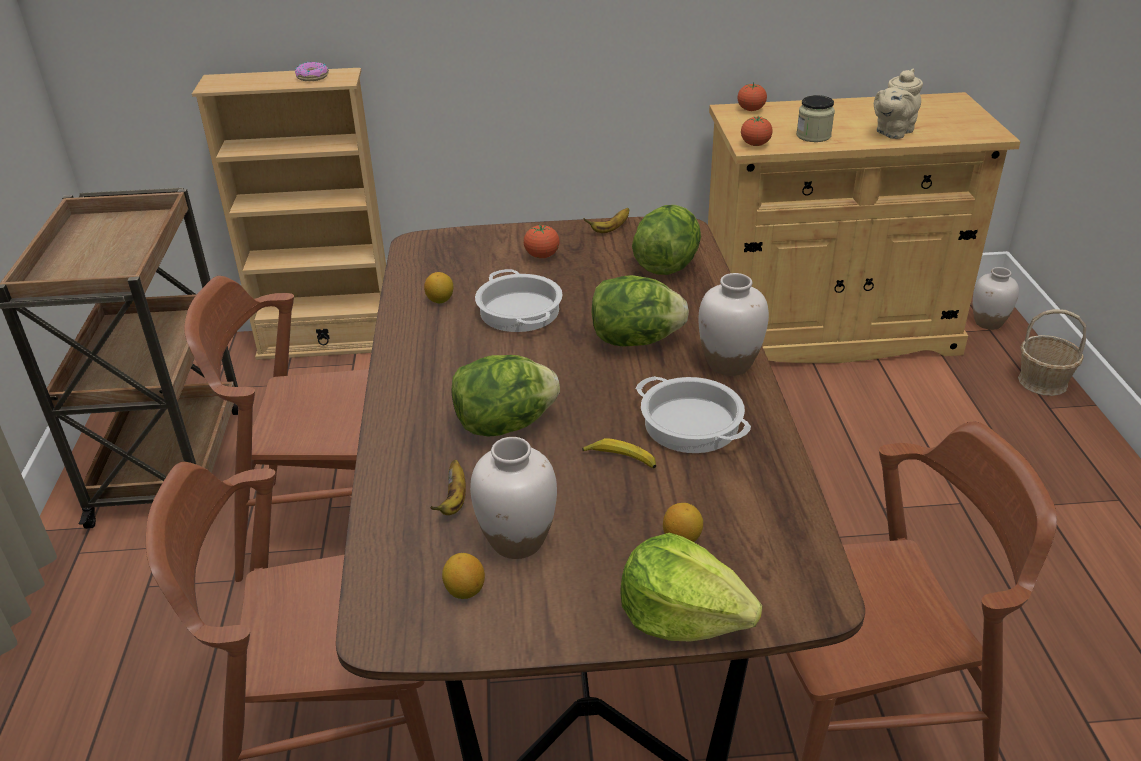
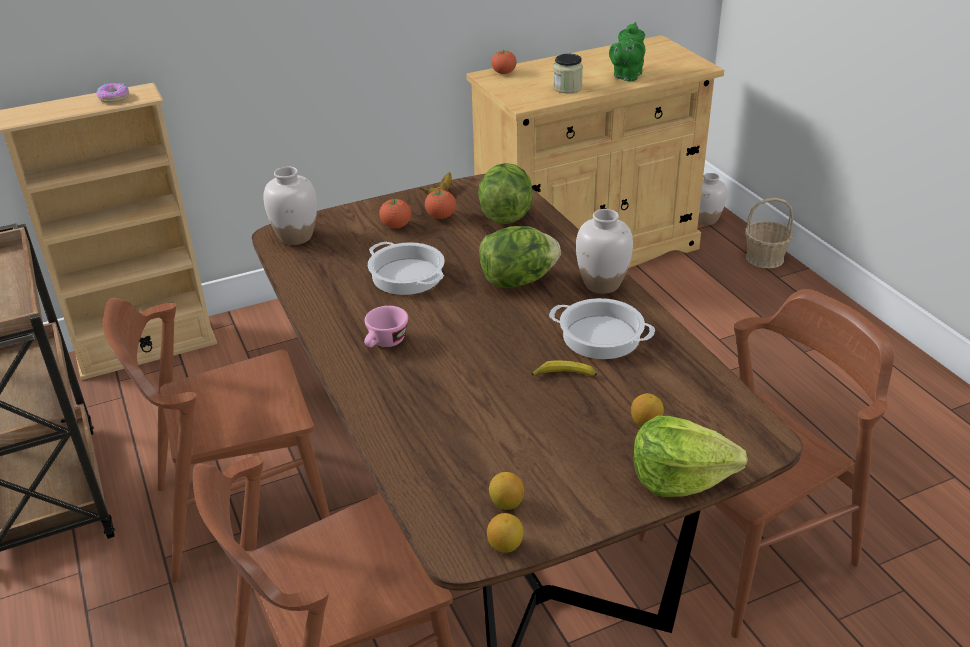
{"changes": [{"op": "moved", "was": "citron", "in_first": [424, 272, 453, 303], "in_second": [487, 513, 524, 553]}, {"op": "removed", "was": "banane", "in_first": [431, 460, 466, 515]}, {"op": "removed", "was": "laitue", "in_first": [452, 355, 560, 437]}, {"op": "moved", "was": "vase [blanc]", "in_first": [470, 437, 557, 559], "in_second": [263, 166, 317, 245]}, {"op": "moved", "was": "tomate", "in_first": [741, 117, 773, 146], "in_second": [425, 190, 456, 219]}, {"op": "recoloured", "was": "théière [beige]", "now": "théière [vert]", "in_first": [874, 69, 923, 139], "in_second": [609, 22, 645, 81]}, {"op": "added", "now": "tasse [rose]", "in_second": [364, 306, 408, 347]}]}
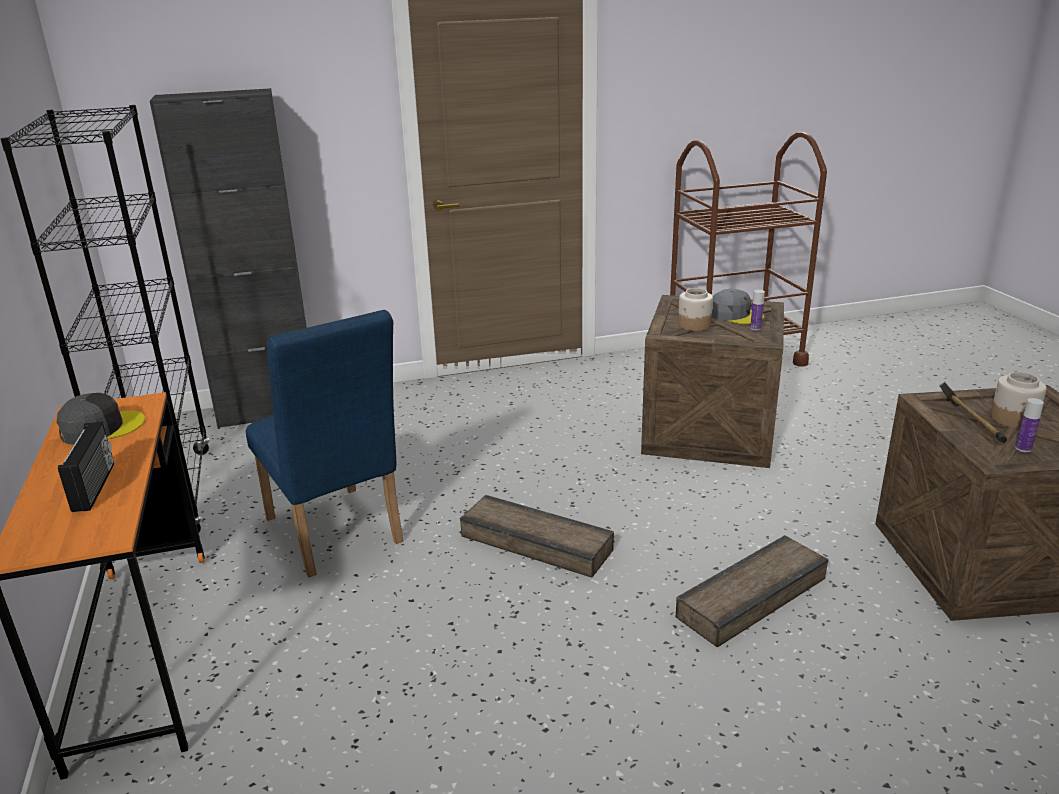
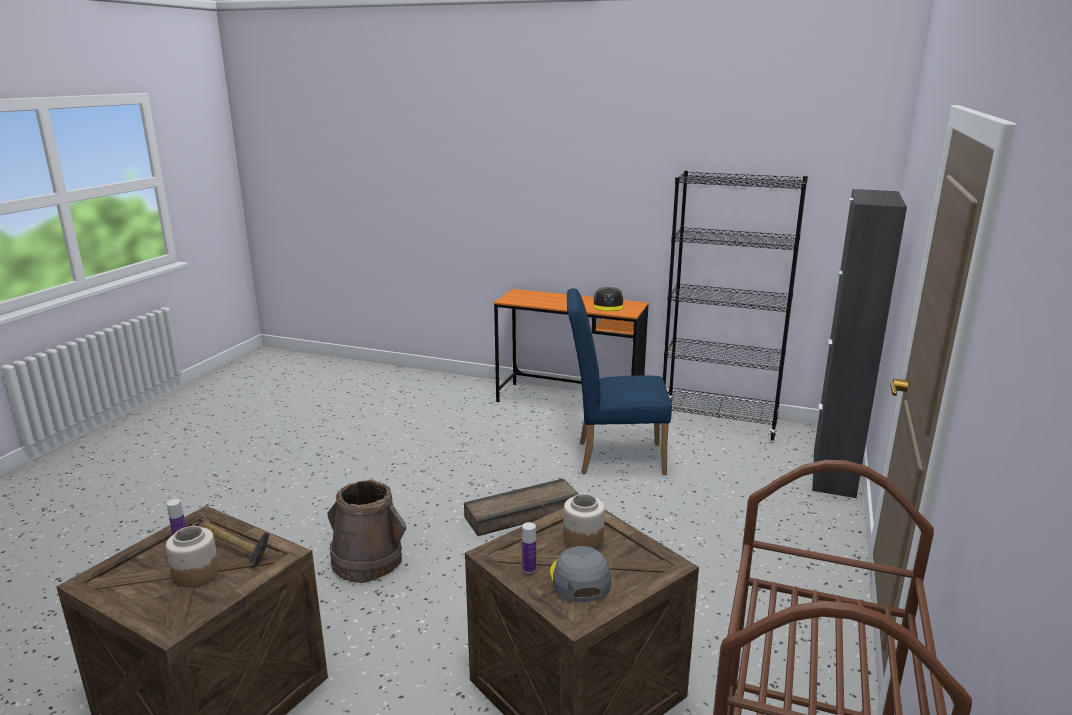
{"changes": [{"op": "removed", "was": "radio", "in_first": [58, 421, 114, 512]}, {"op": "replaced", "was": "caisse", "now": "seau [marron]", "in_first": [676, 535, 829, 647], "in_second": [328, 480, 406, 583]}, {"op": "turned", "was": "casquette [gris]", "in_first": [712, 289, 765, 324], "in_second": [550, 546, 611, 602], "clockwise": 105}]}
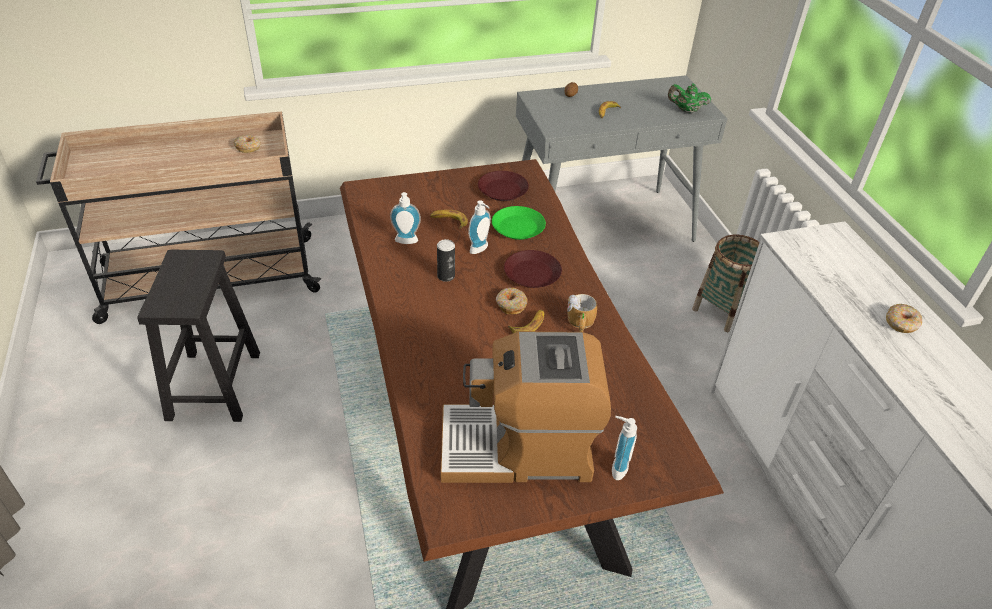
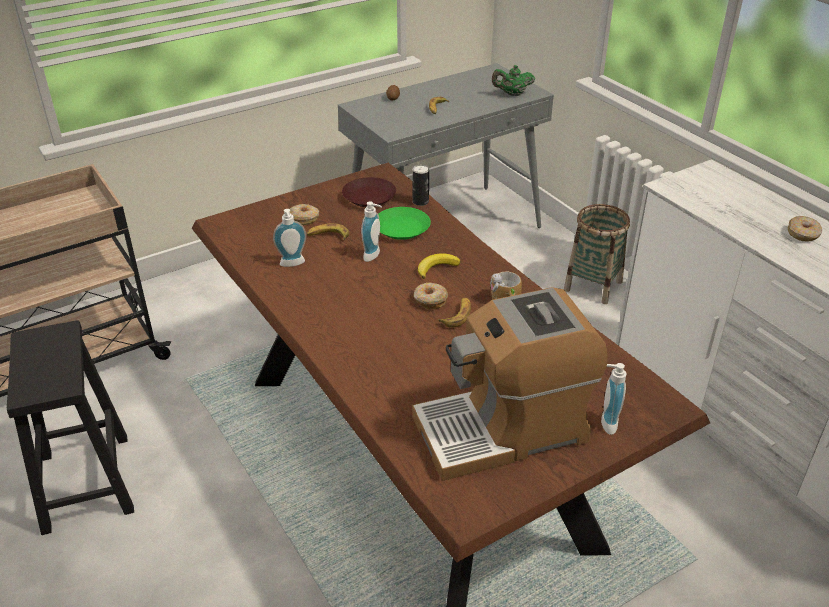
{"changes": [{"op": "moved", "was": "beignet", "in_first": [234, 135, 261, 153], "in_second": [290, 204, 319, 225]}, {"op": "moved", "was": "boîte métallique", "in_first": [437, 239, 455, 282], "in_second": [413, 165, 429, 206]}, {"op": "replaced", "was": "assiette [marron]", "now": "banane", "in_first": [504, 250, 562, 288], "in_second": [418, 253, 460, 279]}]}
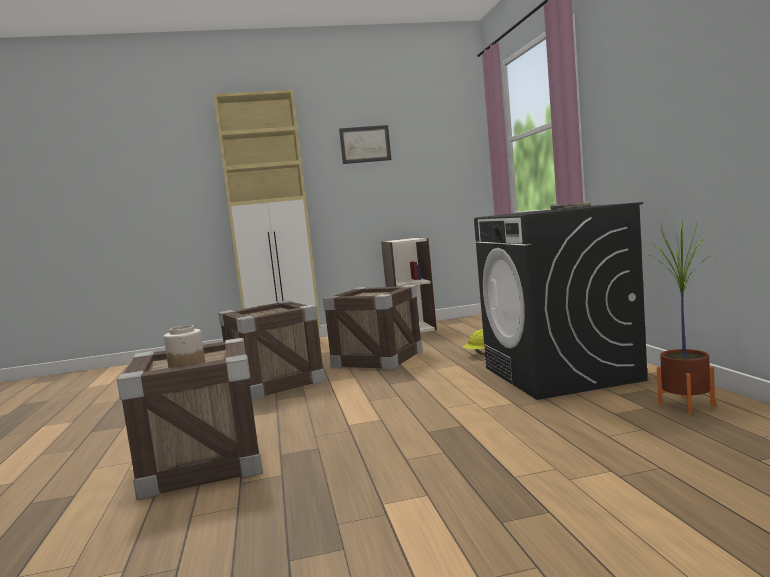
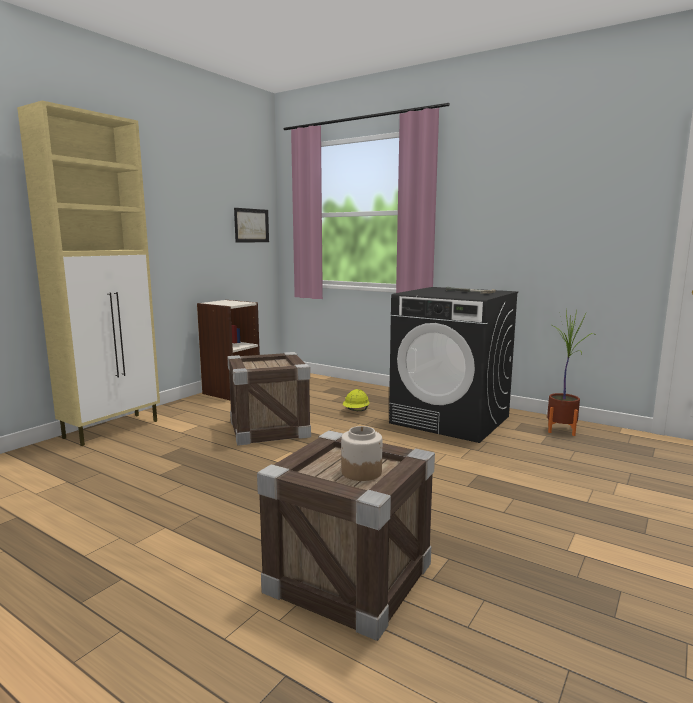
{"changes": [{"op": "removed", "was": "caisse", "in_first": [218, 300, 325, 400]}, {"op": "moved", "was": "tableau", "in_first": [339, 125, 391, 164], "in_second": [234, 208, 269, 242]}]}
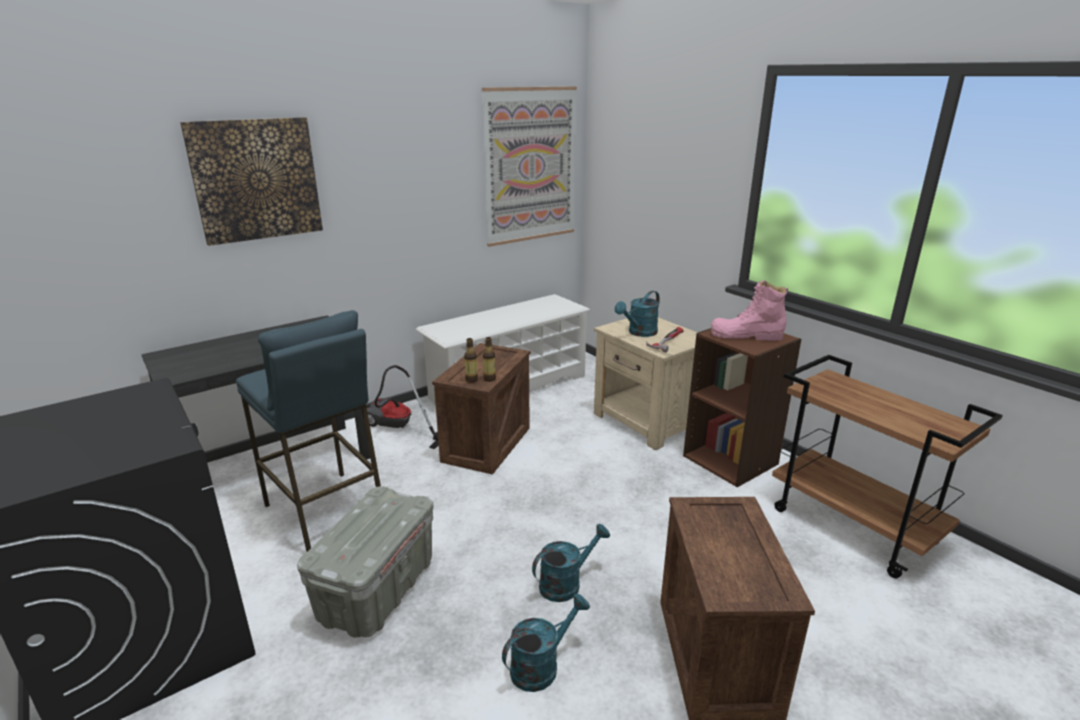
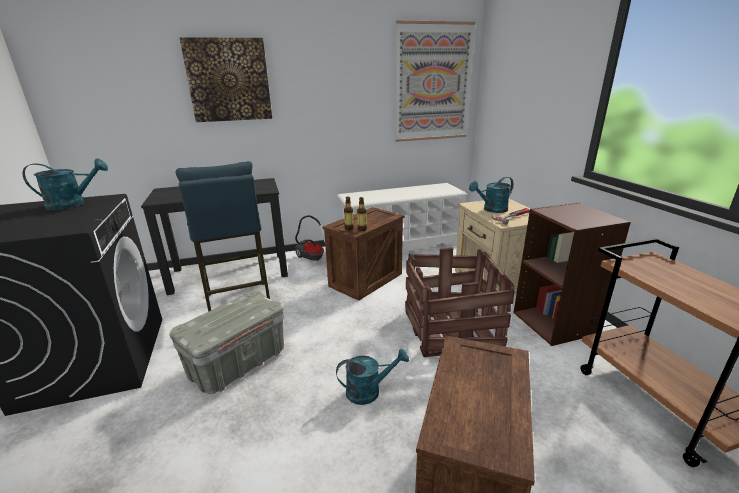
{"changes": [{"op": "moved", "was": "arrosoir [turquoise]", "in_first": [502, 593, 590, 692], "in_second": [22, 158, 108, 210]}, {"op": "removed", "was": "botte [rose]", "in_first": [711, 281, 788, 341]}, {"op": "added", "now": "caisse", "in_second": [405, 248, 515, 357]}]}
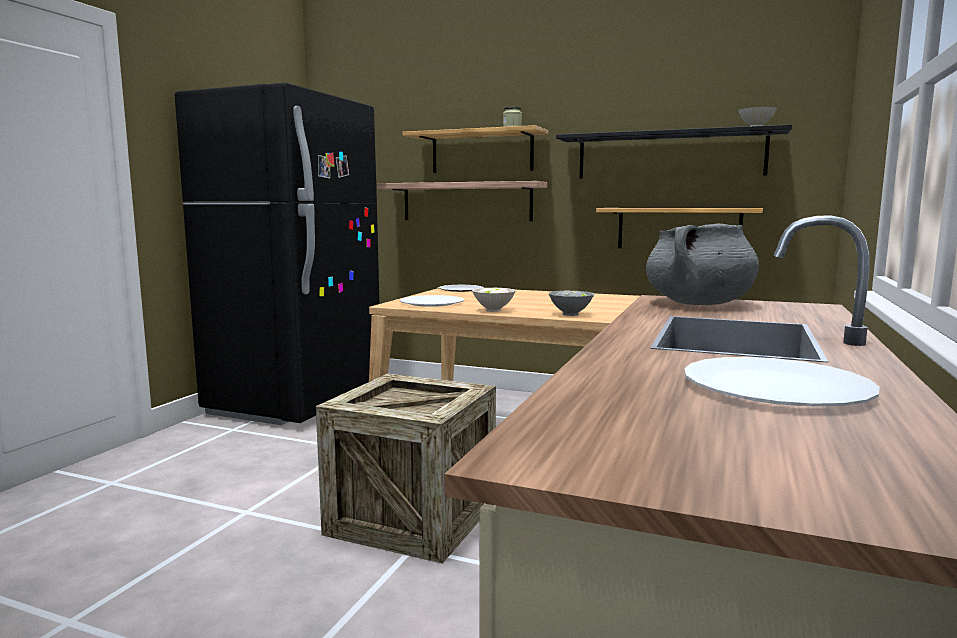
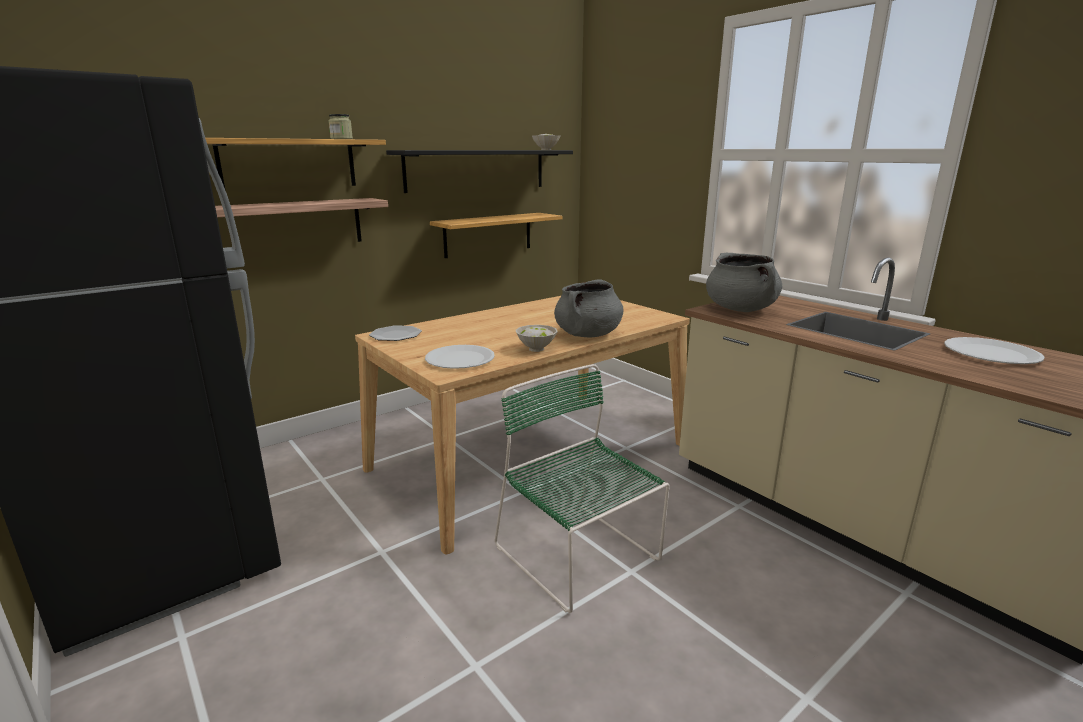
{"changes": [{"op": "replaced", "was": "caisse", "now": "chaise [vert]", "in_first": [316, 374, 496, 564], "in_second": [494, 364, 670, 613]}, {"op": "replaced", "was": "bol [gris]", "now": "marmite [gris]", "in_first": [549, 291, 594, 316], "in_second": [554, 279, 623, 338]}]}
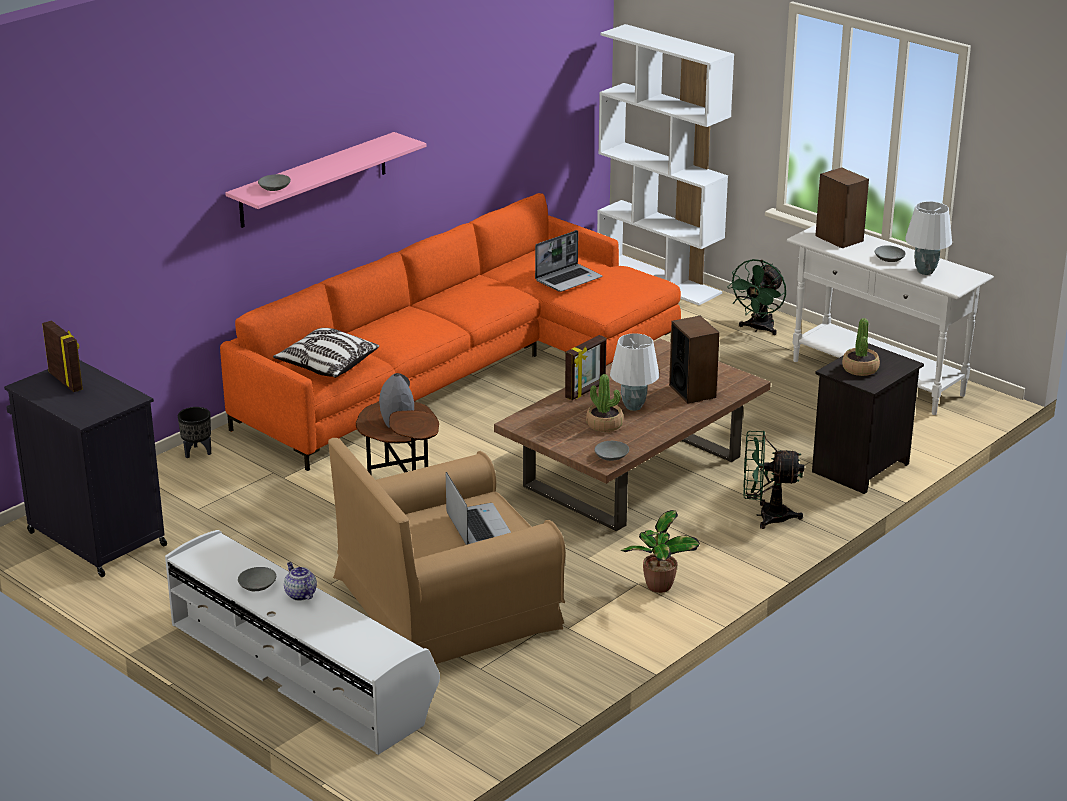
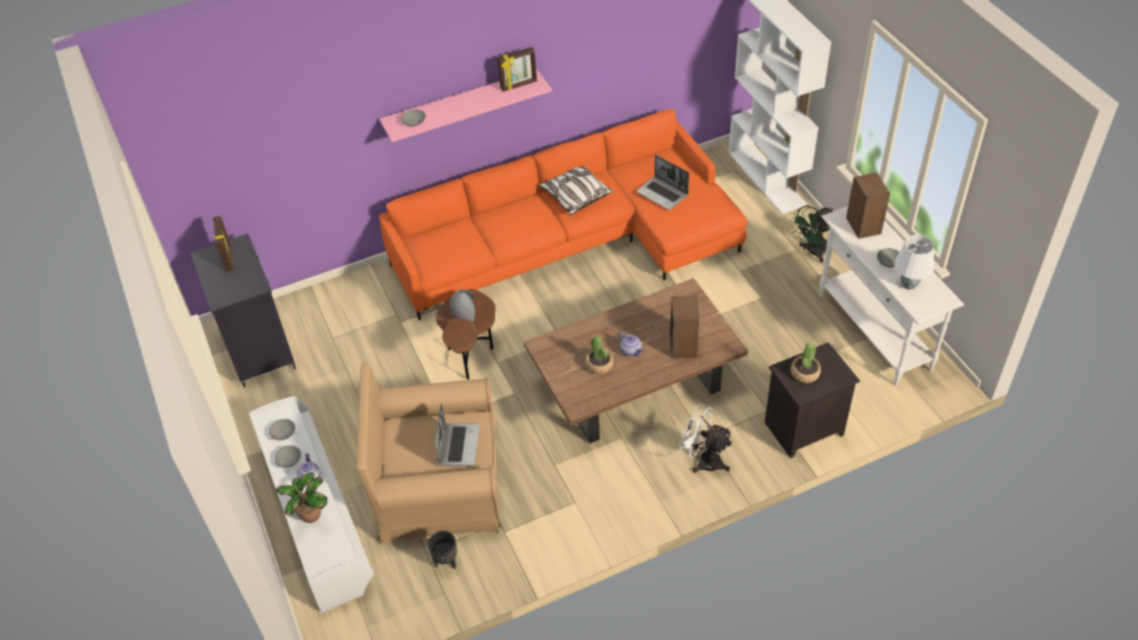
{"changes": [{"op": "moved", "was": "cache-pot [noir]", "in_first": [178, 407, 211, 458], "in_second": [428, 531, 457, 569]}, {"op": "moved", "was": "coussin", "in_first": [273, 328, 379, 378], "in_second": [539, 166, 613, 215]}, {"op": "turned", "was": "ordinateur portable", "in_first": [535, 230, 602, 292], "in_second": [636, 155, 689, 210], "clockwise": 60}, {"op": "moved", "was": "cadre photo", "in_first": [565, 335, 606, 400], "in_second": [497, 47, 537, 92]}, {"op": "moved", "was": "bol [gris]", "in_first": [594, 441, 629, 461], "in_second": [269, 419, 295, 440]}, {"op": "replaced", "was": "lampe de table [blanc]", "now": "théière", "in_first": [610, 333, 659, 411], "in_second": [619, 332, 643, 356]}, {"op": "moved", "was": "plante en pot", "in_first": [620, 510, 700, 593], "in_second": [276, 472, 327, 523]}, {"op": "recoloured", "was": "ventilateur [vert]", "now": "ventilateur [blanc]", "in_first": [743, 431, 804, 529], "in_second": [679, 403, 733, 473]}]}
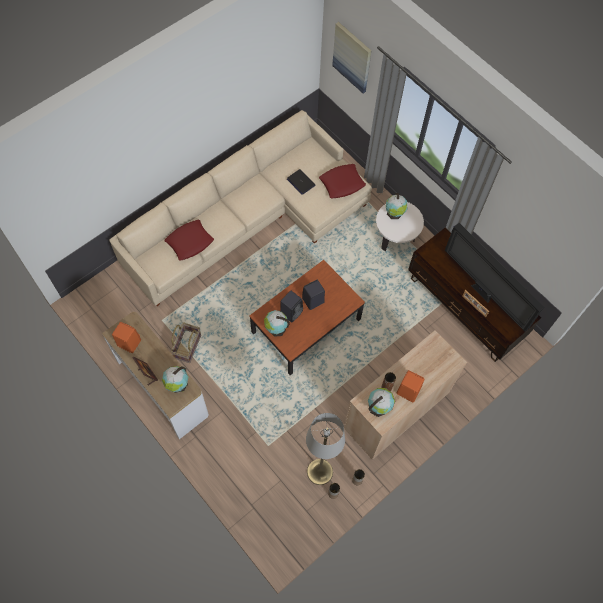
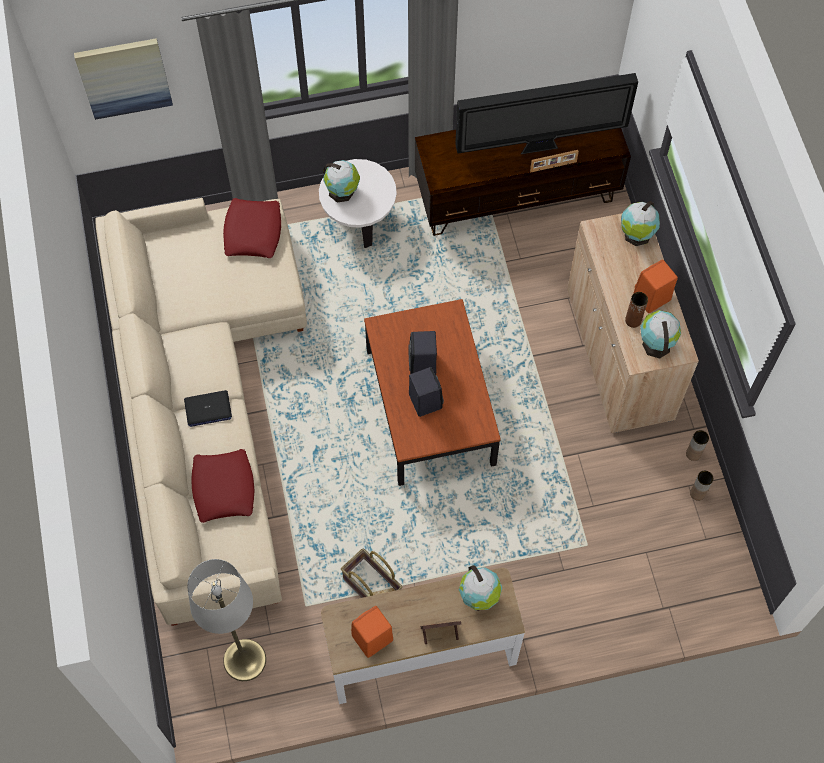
{"changes": [{"op": "moved", "was": "globe", "in_first": [264, 310, 290, 337], "in_second": [621, 201, 660, 246]}, {"op": "moved", "was": "ordinateur portable", "in_first": [287, 169, 316, 195], "in_second": [184, 390, 232, 427]}, {"op": "moved", "was": "lampadaire [gris]", "in_first": [306, 413, 345, 485], "in_second": [187, 559, 266, 681]}]}
